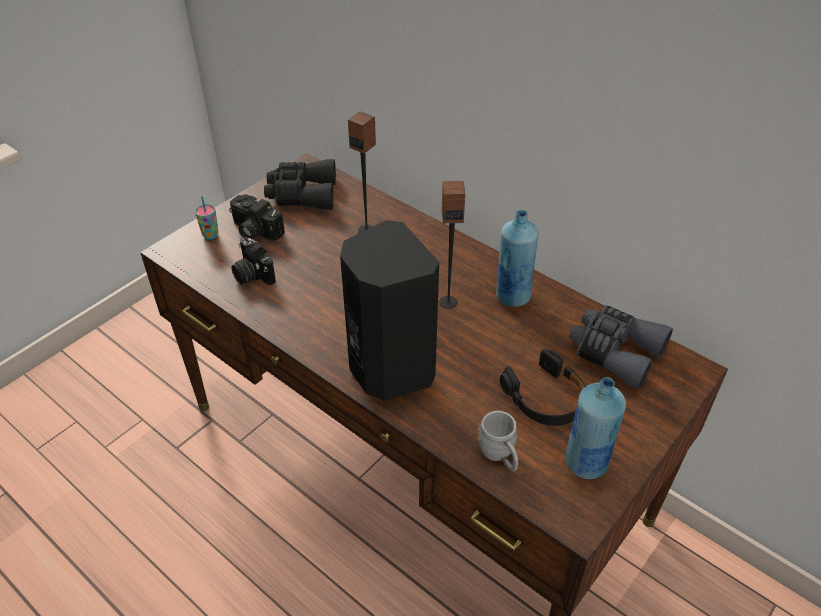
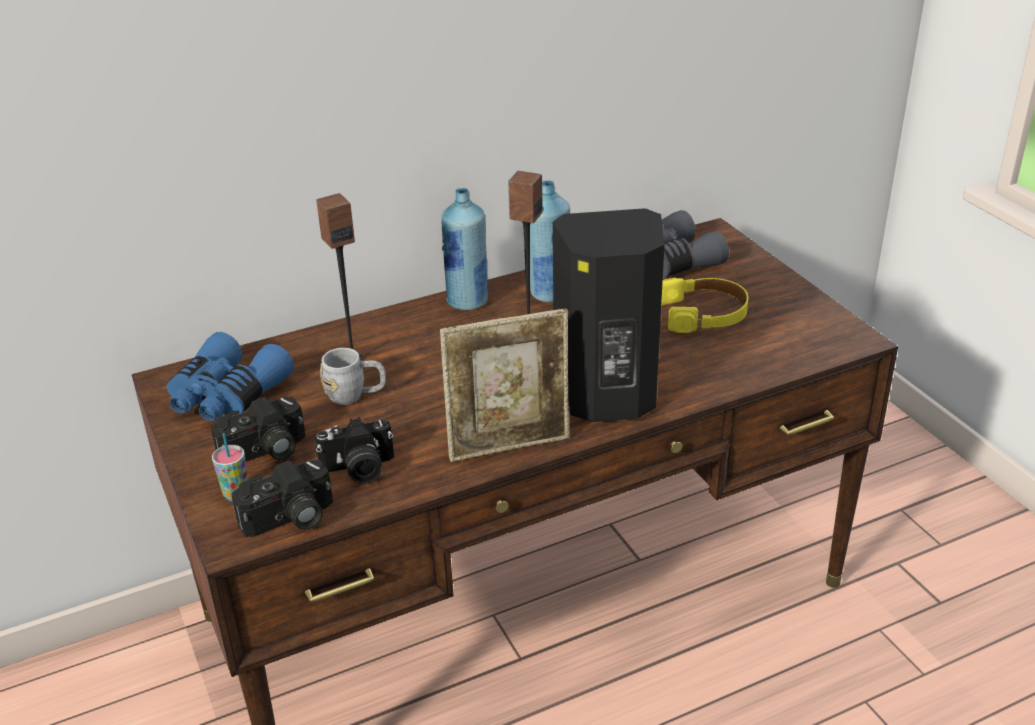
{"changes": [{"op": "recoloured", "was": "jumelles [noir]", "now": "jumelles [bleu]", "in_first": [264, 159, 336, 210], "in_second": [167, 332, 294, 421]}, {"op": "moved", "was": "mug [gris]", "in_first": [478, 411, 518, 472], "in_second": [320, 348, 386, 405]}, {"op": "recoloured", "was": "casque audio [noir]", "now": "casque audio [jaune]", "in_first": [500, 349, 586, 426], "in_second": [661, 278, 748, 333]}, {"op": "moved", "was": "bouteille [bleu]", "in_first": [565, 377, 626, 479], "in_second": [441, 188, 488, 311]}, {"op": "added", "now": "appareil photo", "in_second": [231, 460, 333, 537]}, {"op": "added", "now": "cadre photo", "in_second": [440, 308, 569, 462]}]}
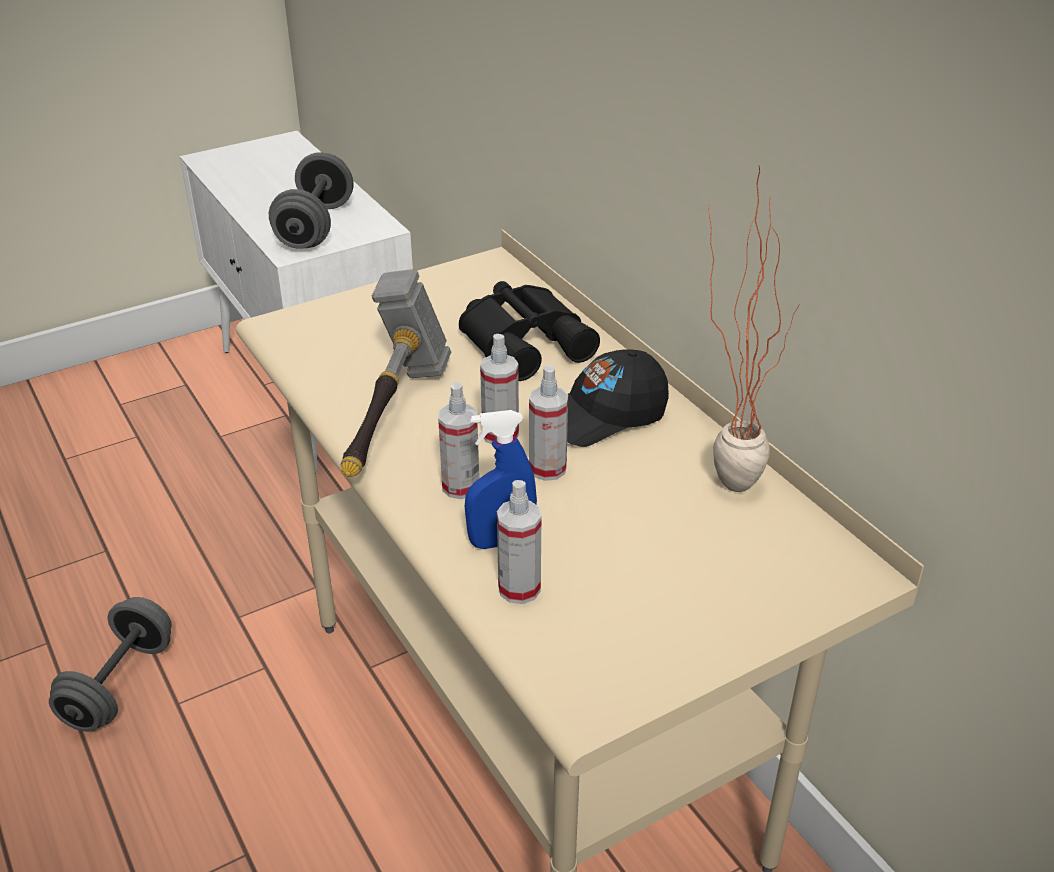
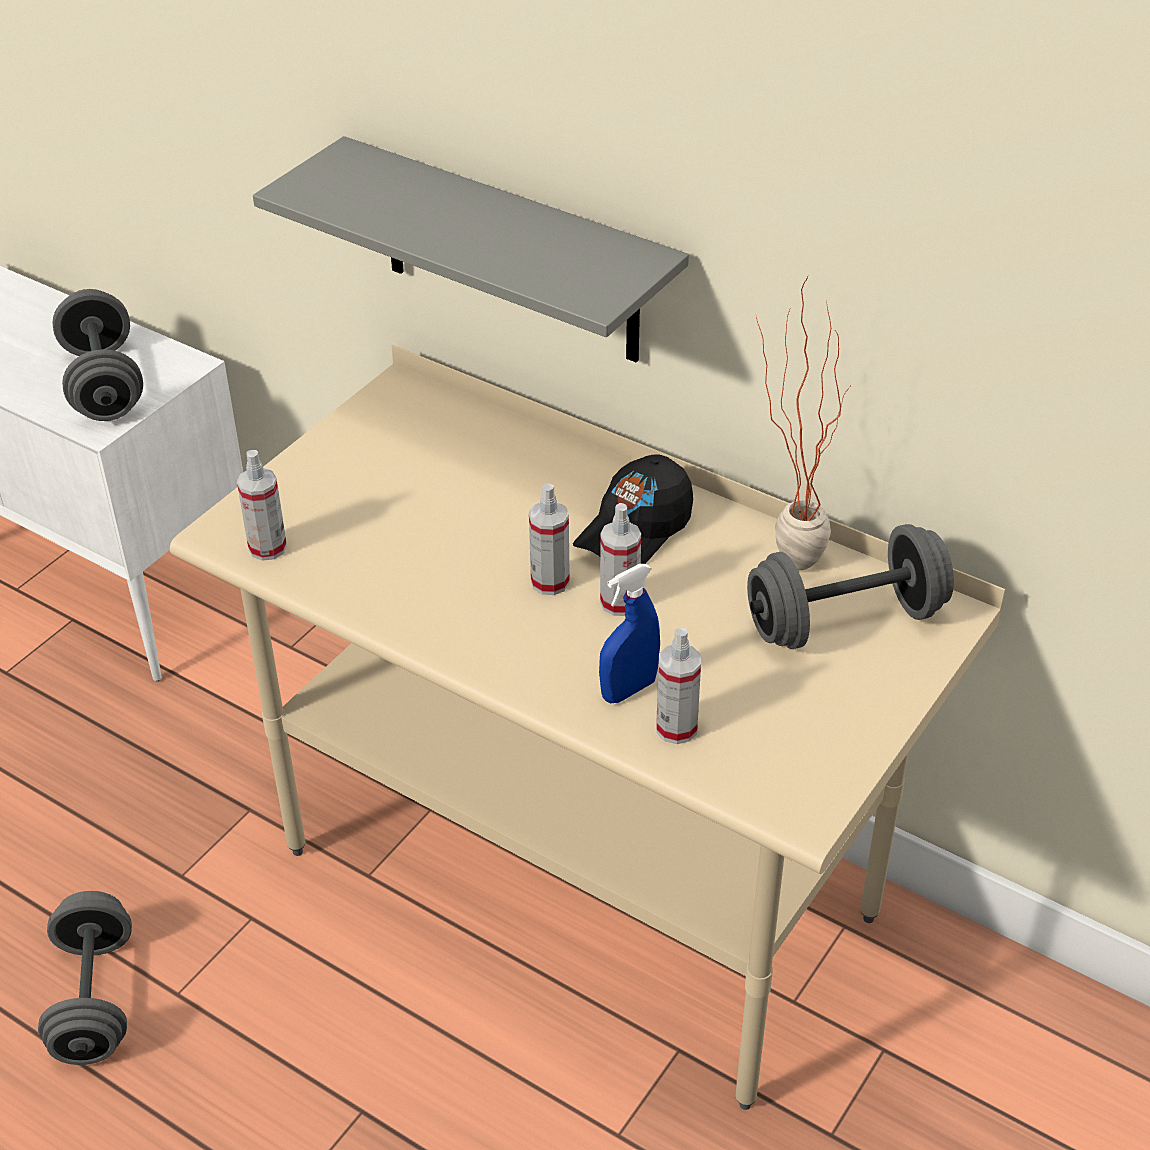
{"changes": [{"op": "removed", "was": "marteau", "in_first": [341, 269, 451, 477]}, {"op": "moved", "was": "vaporisateur", "in_first": [438, 382, 479, 499], "in_second": [237, 450, 287, 561]}, {"op": "removed", "was": "jumelles [noir]", "in_first": [459, 281, 600, 381]}, {"op": "added", "now": "étagère [gris]", "in_second": [253, 136, 689, 362]}, {"op": "added", "now": "haltère [gris]", "in_second": [747, 524, 954, 649]}]}
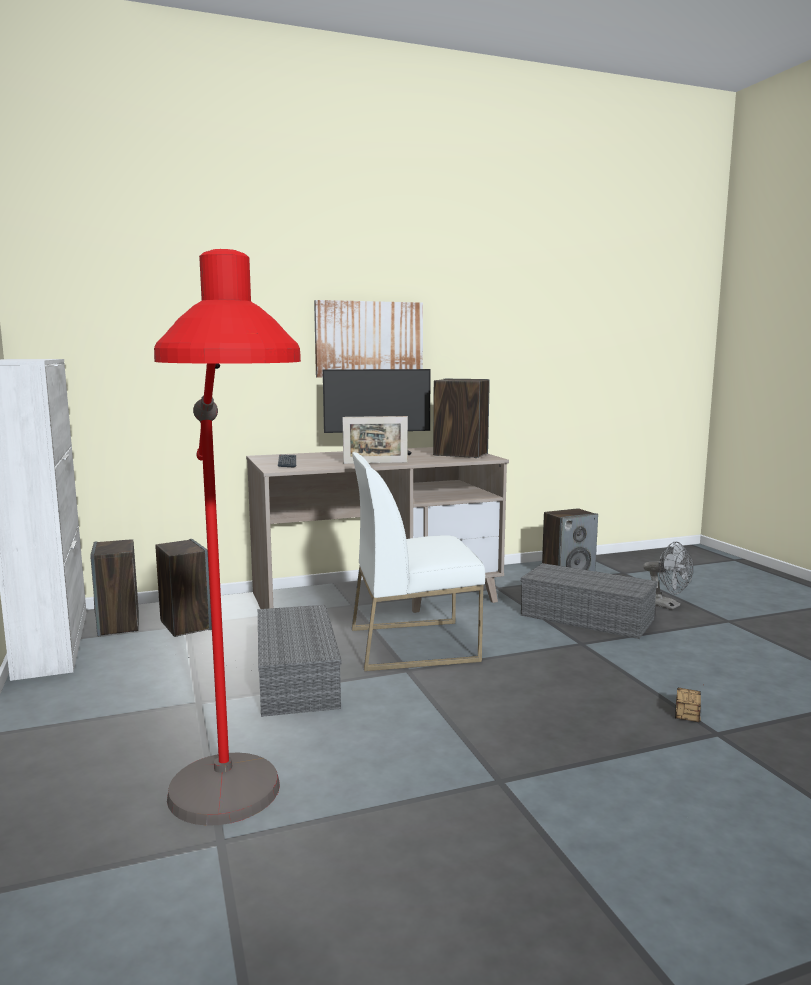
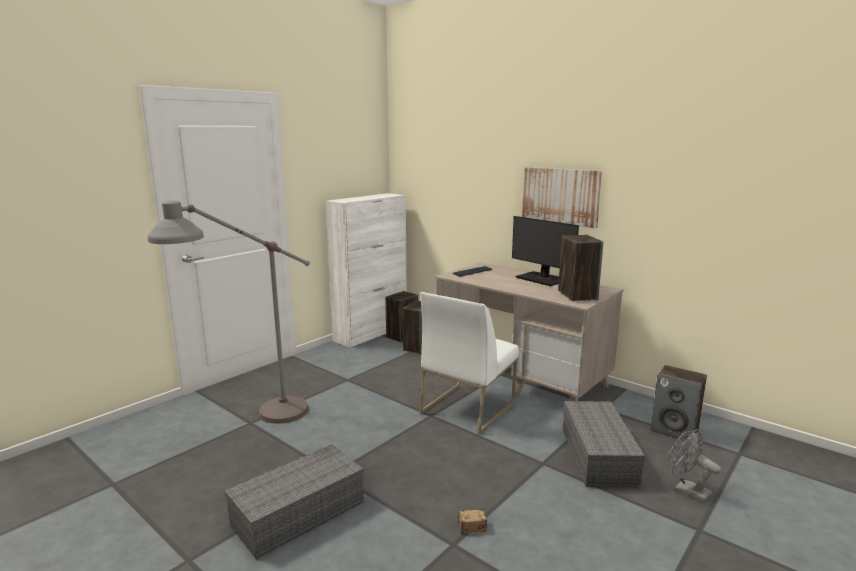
{"changes": [{"op": "recoloured", "was": "lampadaire [rouge]", "now": "lampadaire [gris]", "in_first": [154, 249, 301, 826], "in_second": [148, 200, 310, 424]}, {"op": "moved", "was": "boîte de rangement [gris]", "in_first": [258, 605, 341, 717], "in_second": [224, 445, 364, 559]}, {"op": "removed", "was": "cadre photo", "in_first": [342, 416, 408, 464]}, {"op": "turned", "was": "chaise [blanc]", "in_first": [352, 452, 485, 671], "in_second": [419, 292, 519, 435], "clockwise": -105}, {"op": "turned", "was": "ventilateur [gris]", "in_first": [643, 542, 693, 610], "in_second": [668, 429, 721, 502], "clockwise": 120}]}
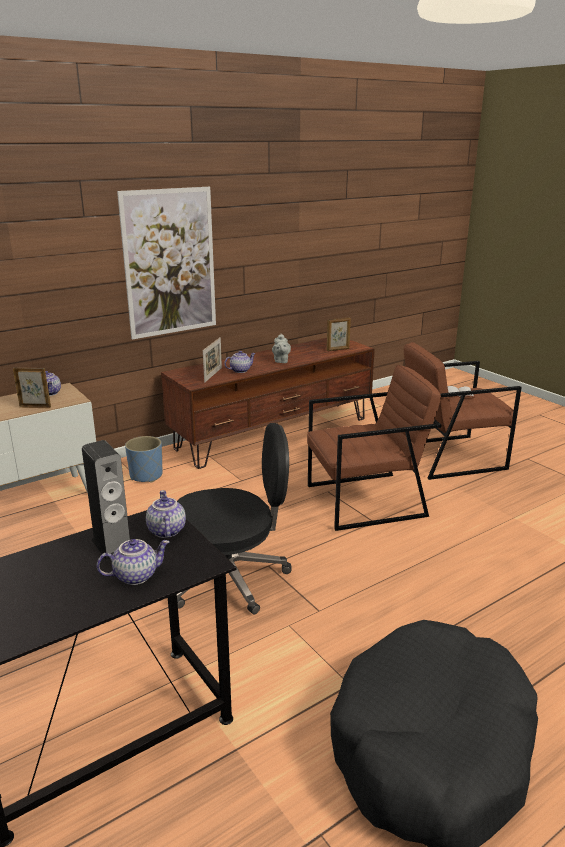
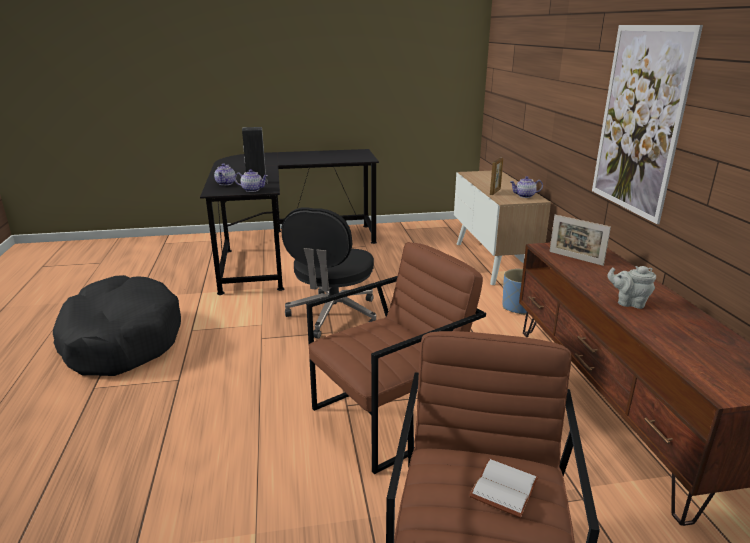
{"changes": [{"op": "removed", "was": "théière", "in_first": [224, 351, 256, 373]}, {"op": "turned", "was": "fauteuil [marron]", "in_first": [307, 365, 441, 531], "in_second": [306, 242, 486, 474], "clockwise": -135}, {"op": "removed", "was": "cadre photo", "in_first": [327, 317, 351, 351]}]}
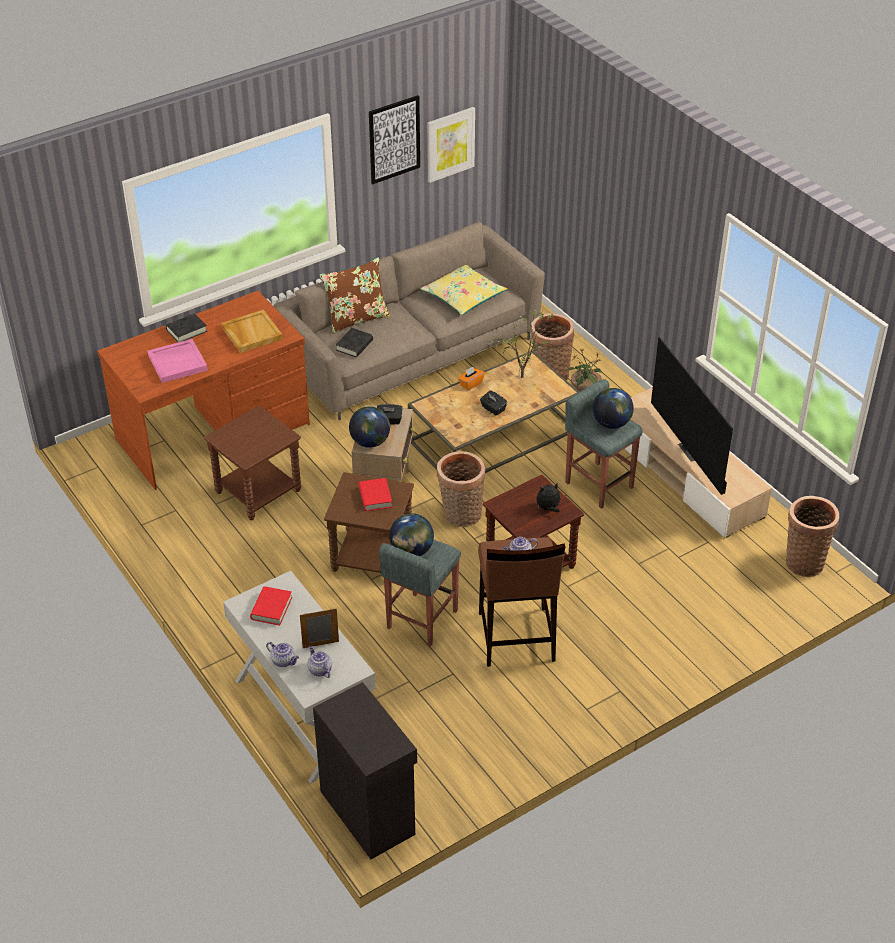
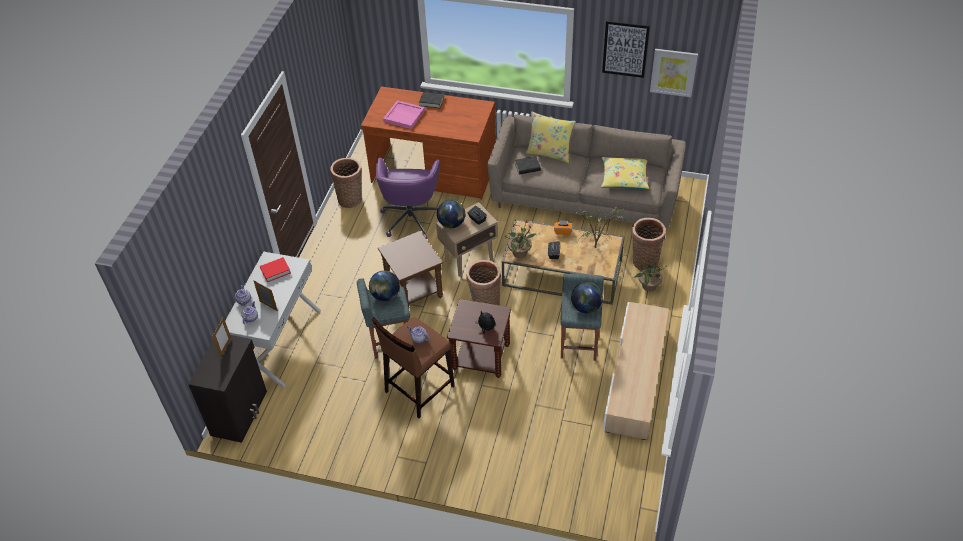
{"changes": [{"op": "replaced", "was": "table d'appoint [marron]", "now": "chaise de bureau [violet]", "in_first": [204, 406, 301, 520], "in_second": [376, 158, 440, 239]}, {"op": "removed", "was": "plateau [beige]", "in_first": [221, 310, 283, 353]}, {"op": "recoloured", "was": "coussin [marron]", "now": "coussin [jaune]", "in_first": [320, 257, 390, 334], "in_second": [526, 112, 576, 163]}, {"op": "removed", "was": "livre [rouge]", "in_first": [359, 478, 392, 511]}, {"op": "removed", "was": "téléviseur", "in_first": [651, 337, 733, 495]}, {"op": "moved", "was": "panier", "in_first": [786, 496, 839, 577], "in_second": [330, 158, 362, 208]}, {"op": "added", "now": "cadre photo", "in_second": [212, 317, 231, 357]}, {"op": "added", "now": "plante en pot", "in_second": [503, 220, 536, 258]}]}
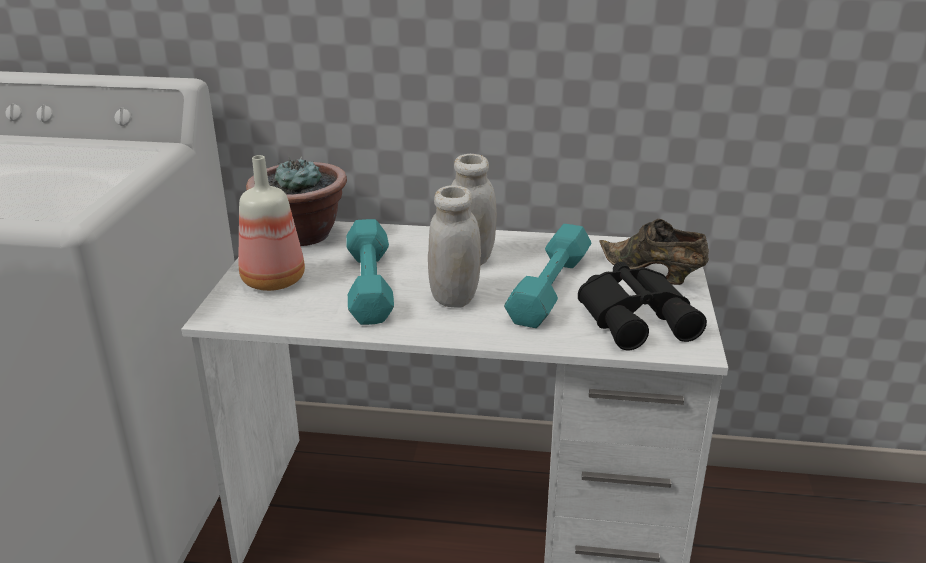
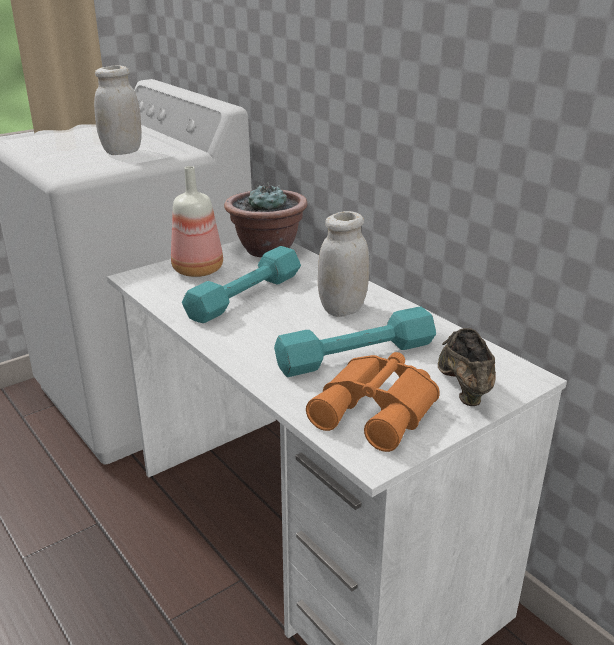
{"changes": [{"op": "moved", "was": "bocal [blanc]", "in_first": [428, 185, 481, 308], "in_second": [94, 66, 142, 155]}, {"op": "recoloured", "was": "jumelles [noir]", "now": "jumelles [orange]", "in_first": [578, 262, 707, 350], "in_second": [306, 352, 440, 452]}]}
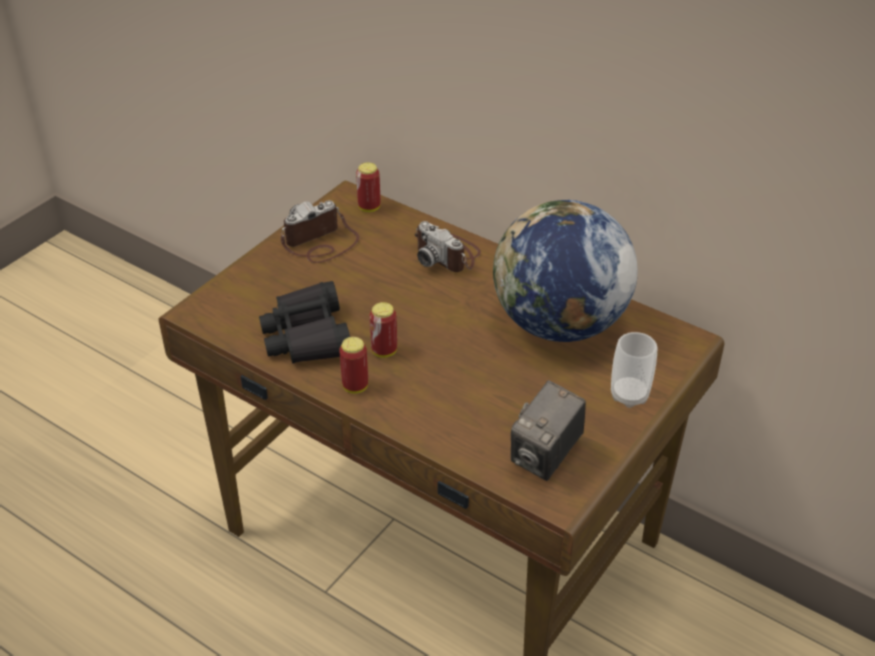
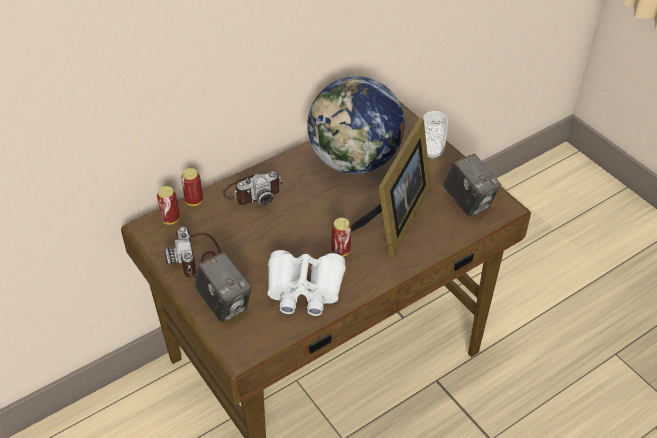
{"changes": [{"op": "recoloured", "was": "jumelles [noir]", "now": "jumelles [blanc]", "in_first": [259, 281, 350, 364], "in_second": [268, 250, 346, 316]}, {"op": "moved", "was": "boîte métallique", "in_first": [339, 337, 368, 394], "in_second": [181, 168, 203, 206]}, {"op": "added", "now": "appareil photo", "in_second": [195, 252, 251, 323]}, {"op": "added", "now": "cadre photo", "in_second": [351, 118, 431, 258]}]}
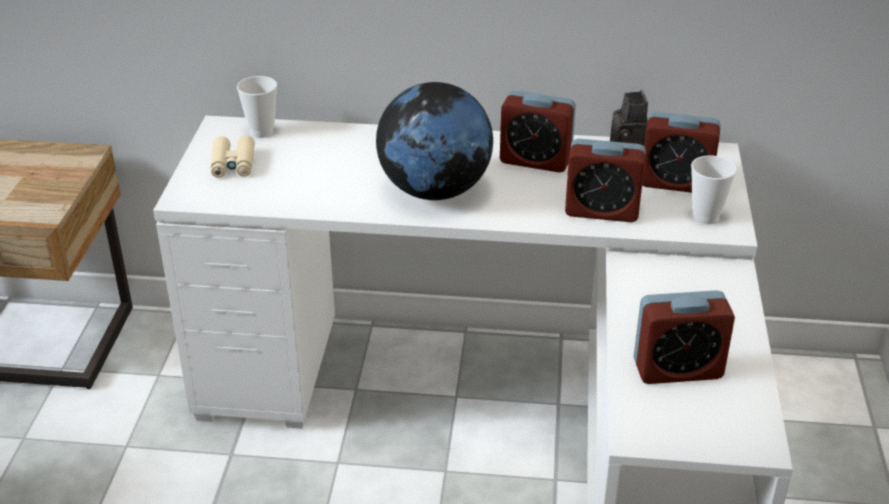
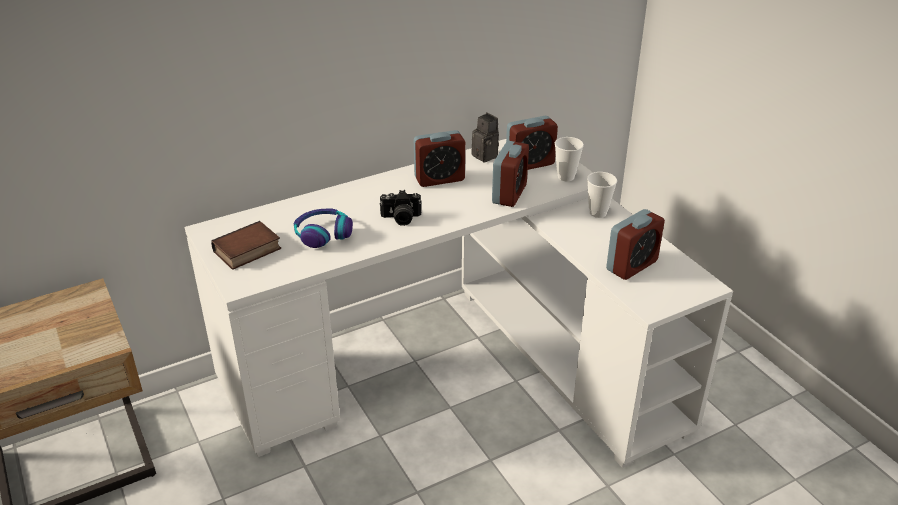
{"changes": [{"op": "replaced", "was": "jumelles [beige]", "now": "livre", "in_first": [211, 135, 255, 178], "in_second": [211, 221, 281, 270]}, {"op": "moved", "was": "tasse", "in_first": [237, 76, 277, 138], "in_second": [587, 172, 617, 218]}, {"op": "replaced", "was": "globe", "now": "appareil photo", "in_first": [376, 82, 493, 200], "in_second": [379, 190, 422, 226]}, {"op": "turned", "was": "réveil", "in_first": [565, 139, 646, 222], "in_second": [492, 141, 529, 207], "clockwise": -45}, {"op": "added", "now": "casque audio", "in_second": [294, 209, 353, 248]}]}
